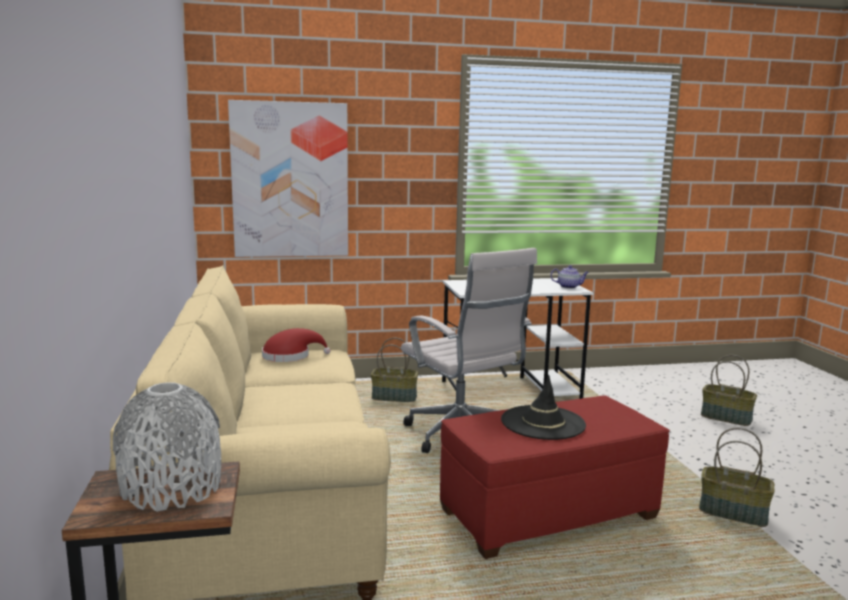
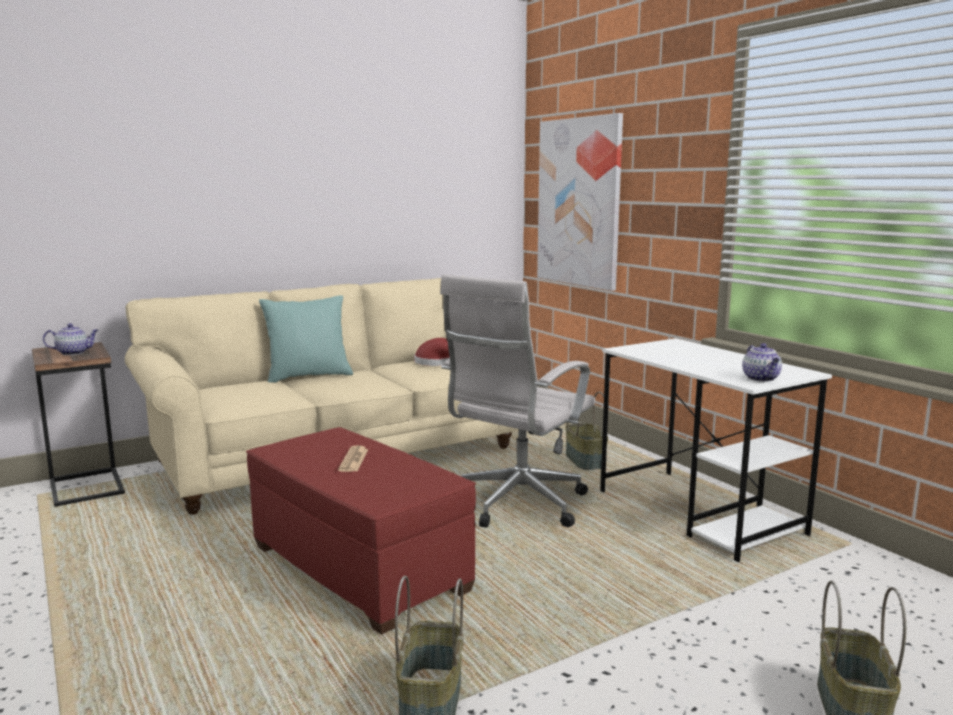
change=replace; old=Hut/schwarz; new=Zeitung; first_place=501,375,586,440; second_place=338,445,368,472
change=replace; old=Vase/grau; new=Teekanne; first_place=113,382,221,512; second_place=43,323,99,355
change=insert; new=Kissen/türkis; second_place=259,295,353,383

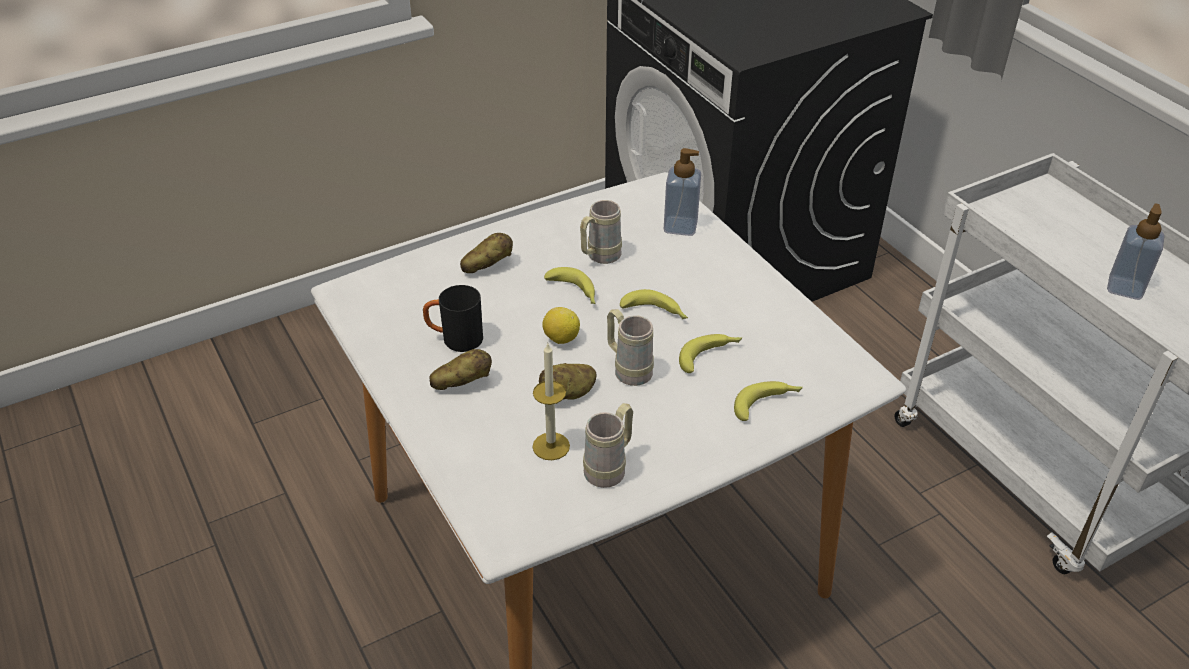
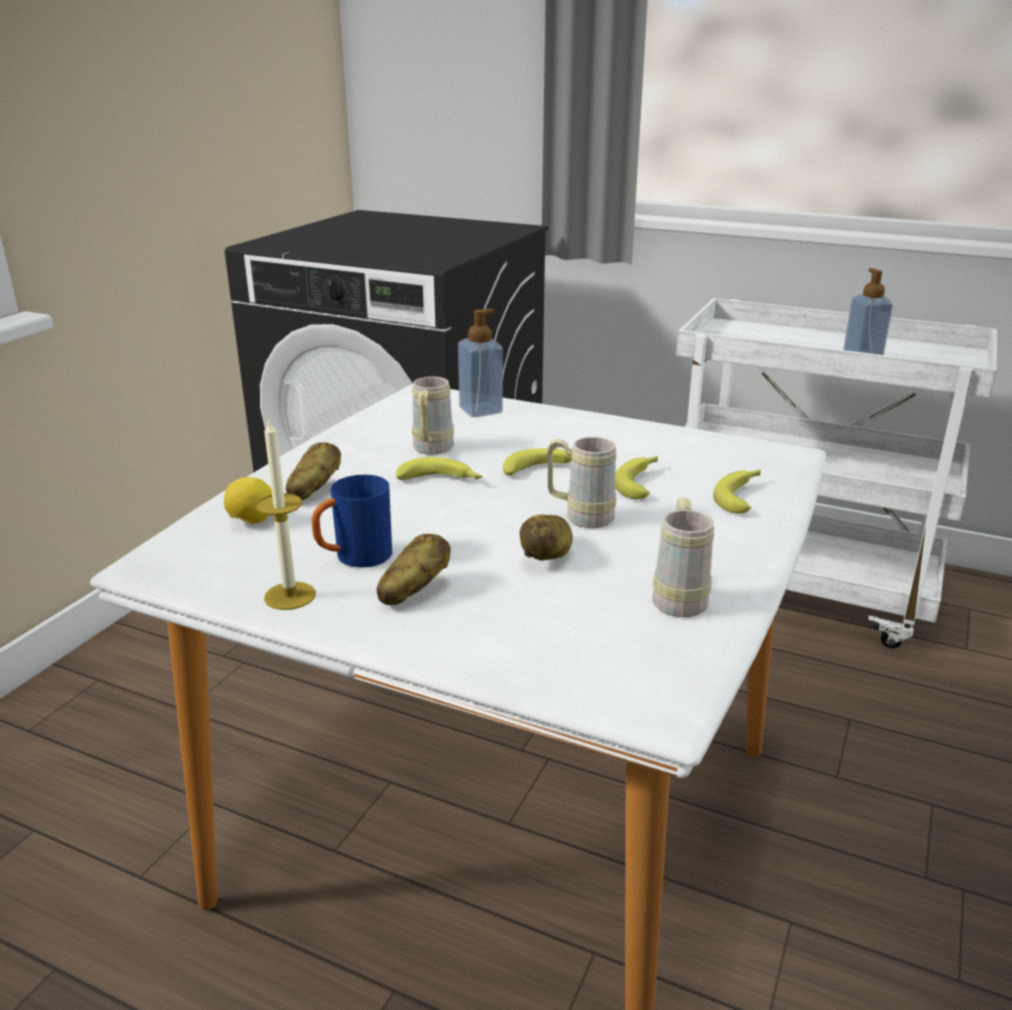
change=recolor; old=Henkelbecher/schwarz; new=Henkelbecher/blau; first_place=423,285,483,352; second_place=312,475,392,567
change=move; old=Zitrone; first_place=542,307,580,344; second_place=224,477,272,524
change=move; old=Kerze; first_place=533,342,570,460; second_place=256,417,316,610

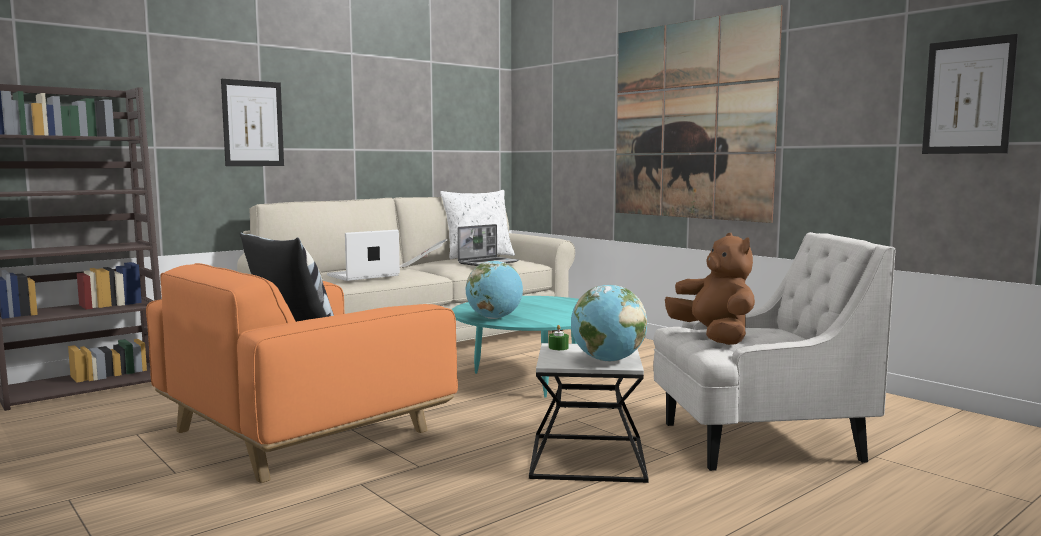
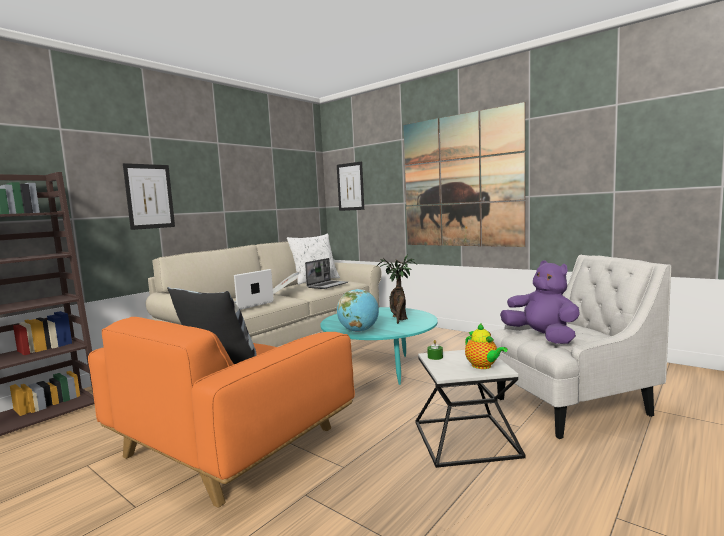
change=move; old=Bild; first_place=922,34,1018,154; second_place=337,161,364,211
change=recolor; old=Plüschtier/braun; new=Plüschtier/lila; first_place=665,233,755,345; second_place=500,260,580,344
change=replace; old=Globus; new=Teekanne; first_place=571,285,647,362; second_place=465,323,508,369
change=insert; new=Topfpflanze; second_place=377,255,416,324

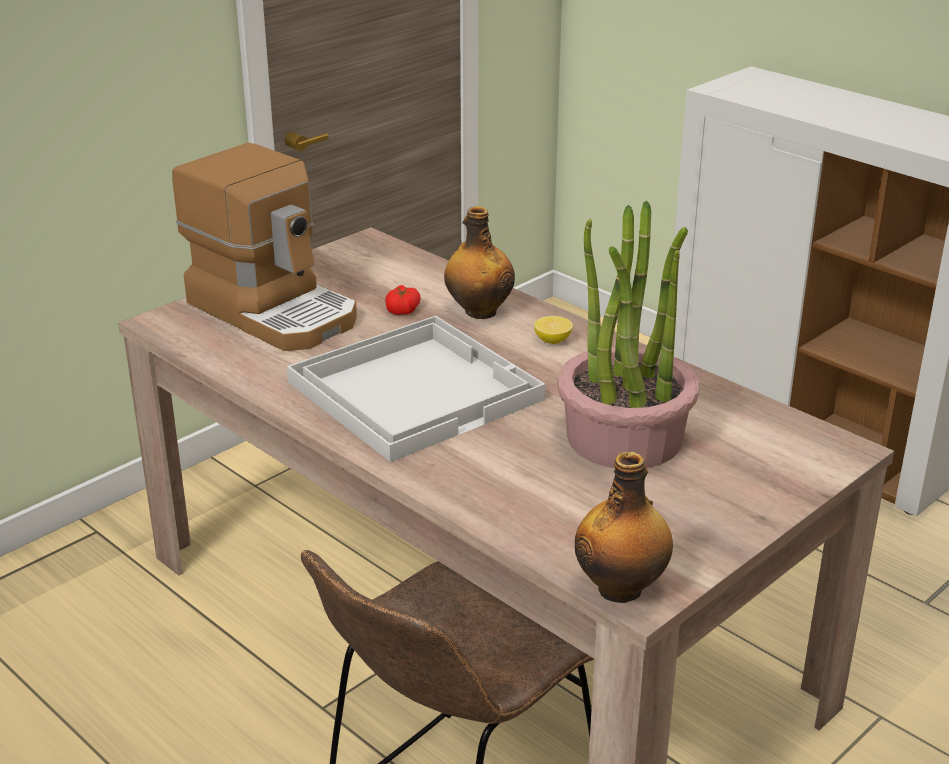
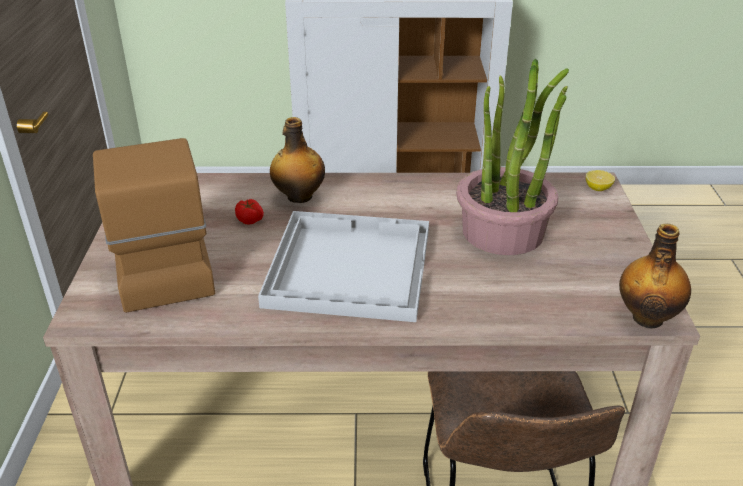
change=rotate; old=Kaffeemaschine; first_place=172,143,357,351; second_place=93,138,215,313; degrees=-105
change=move; old=Zitrone; first_place=534,316,573,344; second_place=586,170,615,191

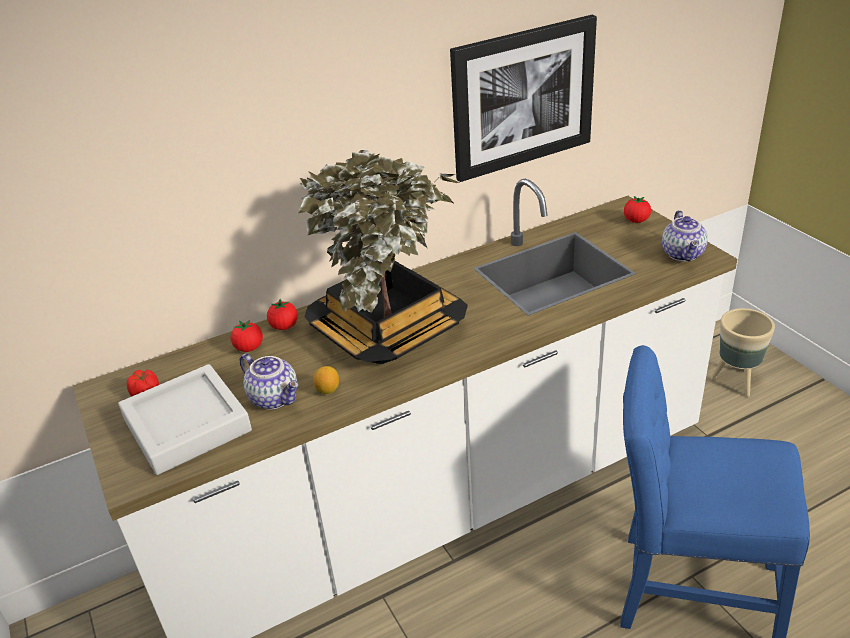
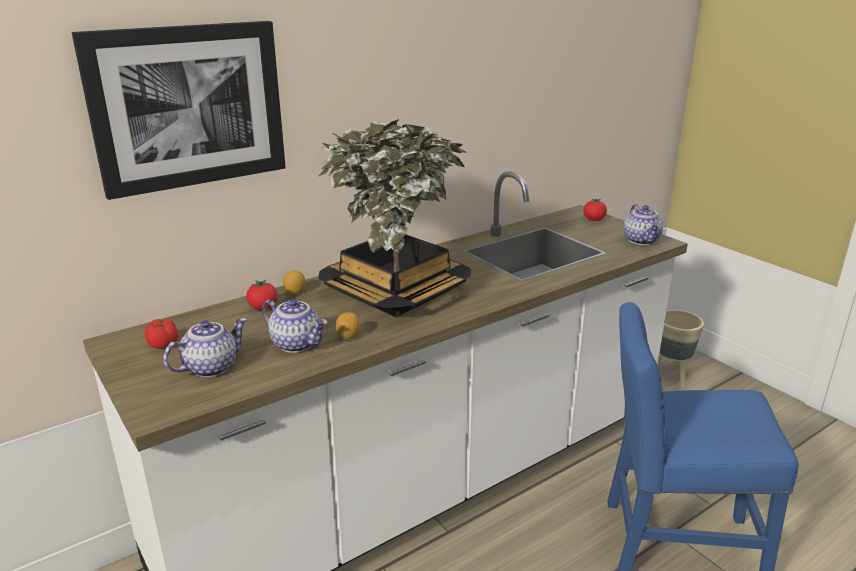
change=move; old=Bild; first_place=450,15,597,182; second_place=72,21,286,200
change=replace; old=Tomate; new=Zitrone; first_place=267,299,298,330; second_place=283,270,305,294
change=replace; old=Tablett/grau; new=Teekanne; first_place=118,364,252,475; second_place=163,318,247,377

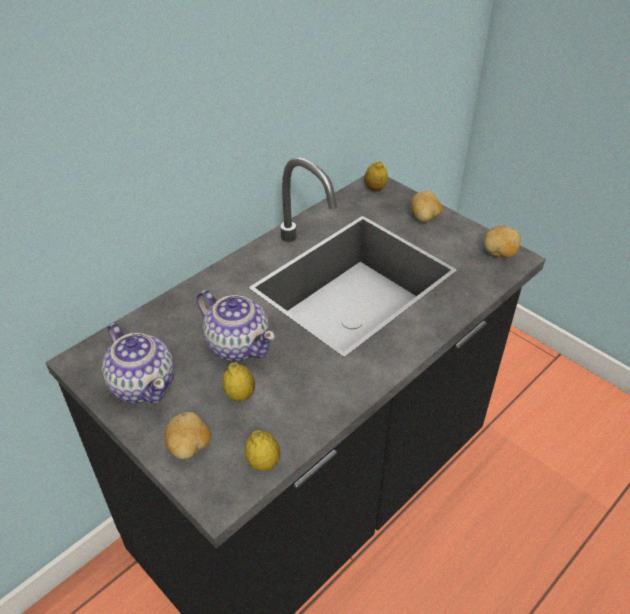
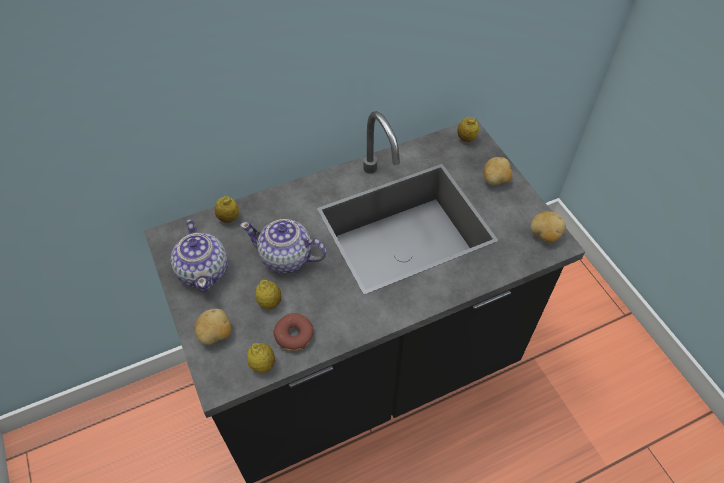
change=rotate; old=Teekanne; first_place=197,290,275,361; second_place=240,219,327,273; degrees=135
change=insert; new=Zitrone; second_place=215,196,239,223
change=insert; new=Donut; second_place=273,313,313,351

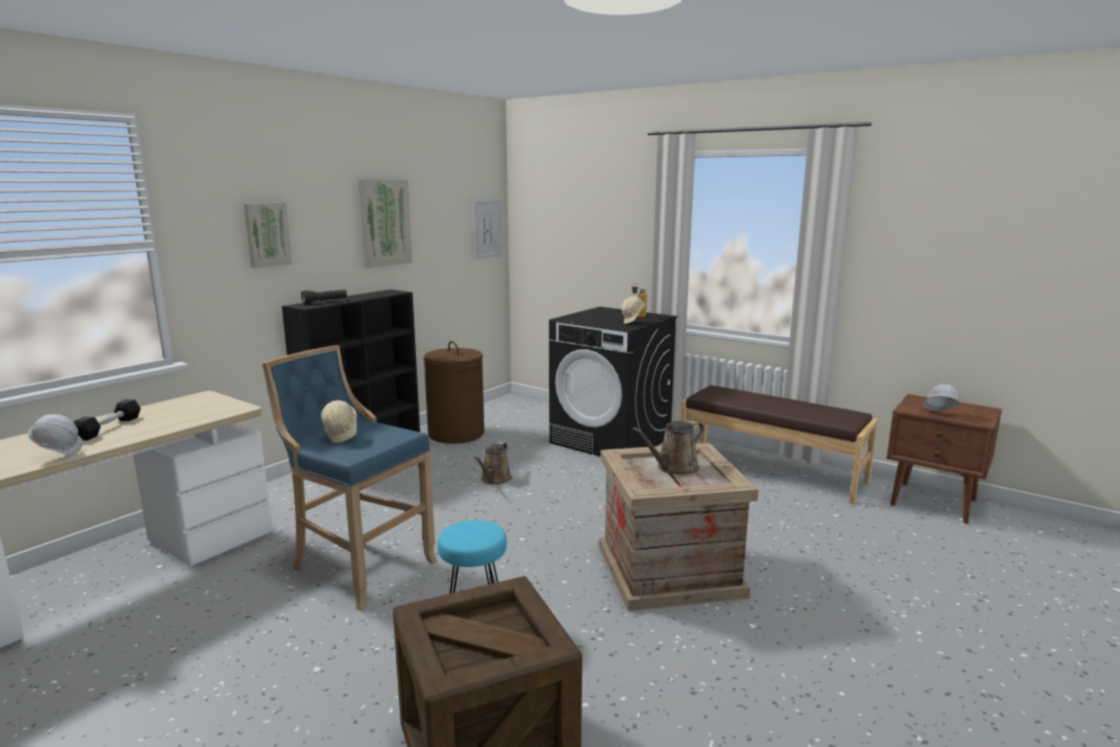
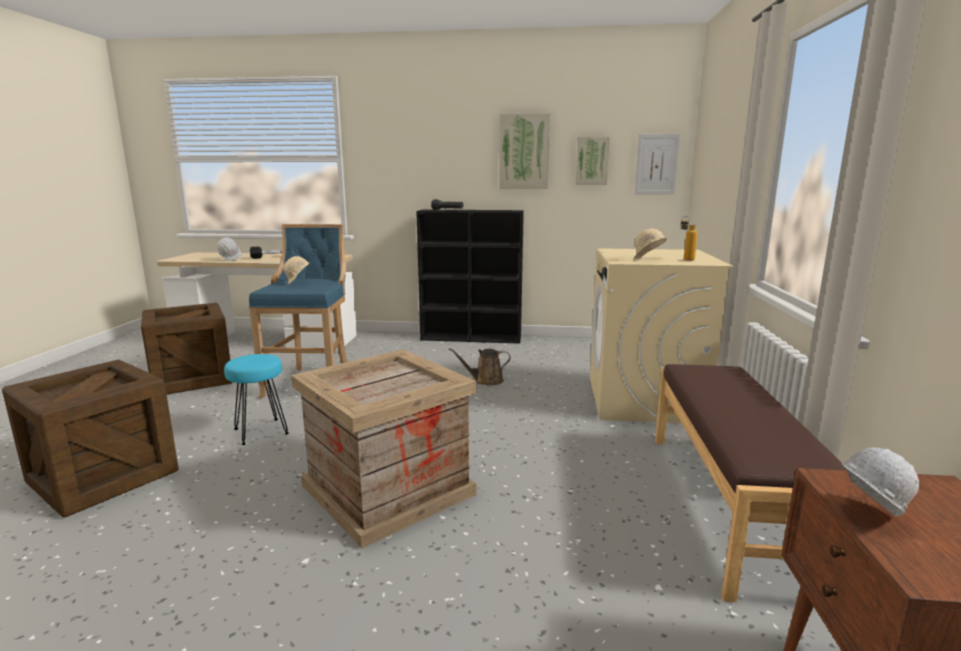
change=move; old=Bild; first_place=244,203,292,268; second_place=576,137,610,185
change=recolor; old=Waschmaschine/schwarz; new=Waschmaschine/beige; first_place=549,307,677,457; second_place=590,248,734,424
change=delete; old=Wäschekorb/braun; first_place=424,341,484,444
change=delete; old=Gießkanne/braun; first_place=632,421,704,475
change=insert; new=Kiste; second_place=141,303,233,394

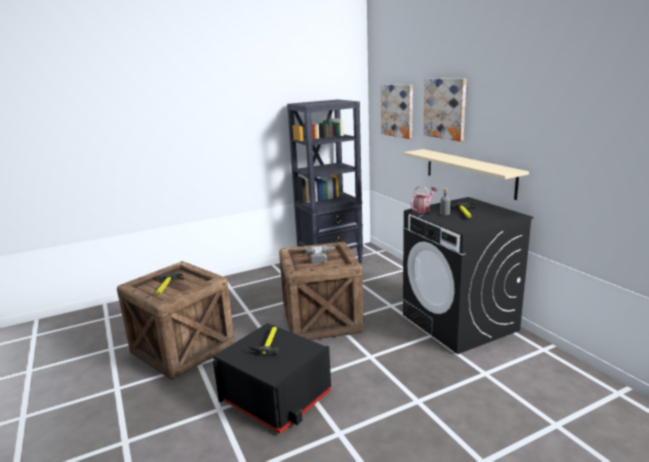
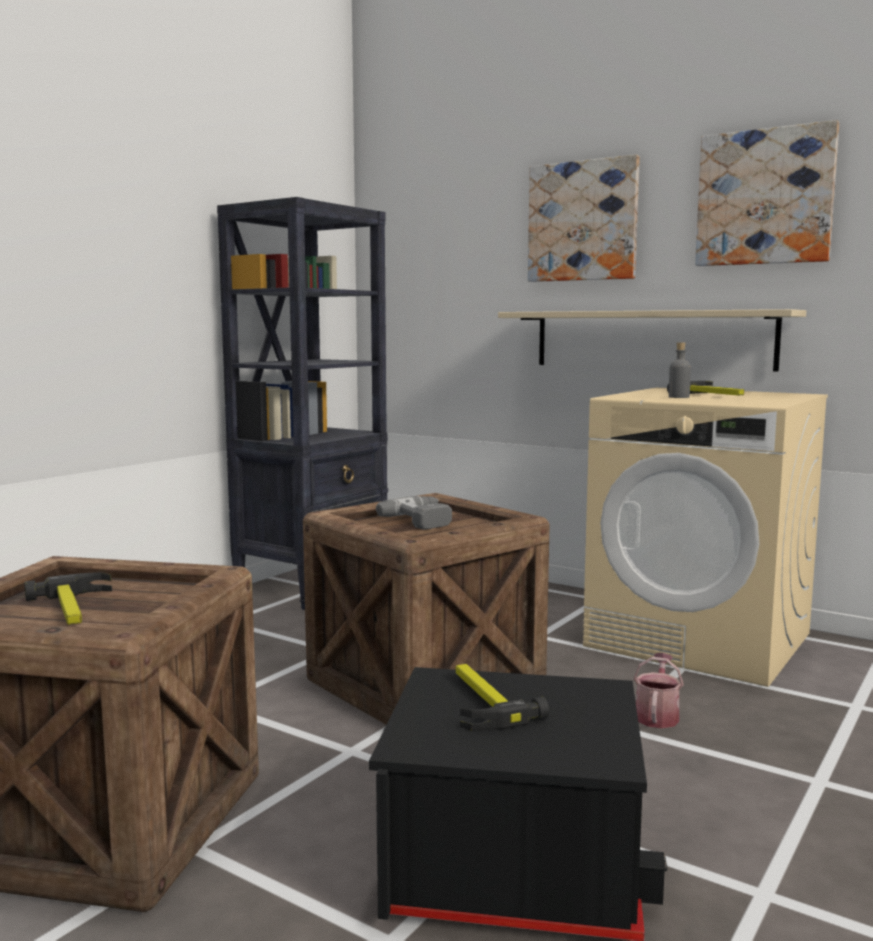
change=move; old=Bild; first_place=381,84,413,139; second_place=695,120,839,266
change=move; old=Gießkanne; first_place=410,186,438,213; second_place=634,653,684,728
change=recolor; old=Waschmaschine/schwarz; new=Waschmaschine/beige; first_place=403,197,534,354; second_place=583,388,828,687

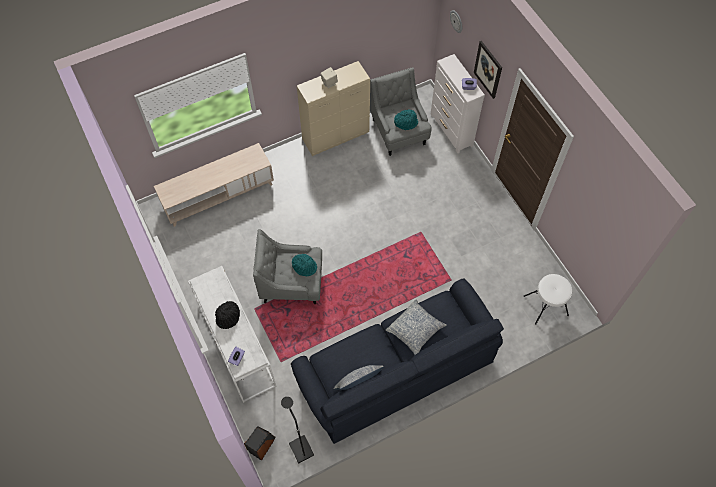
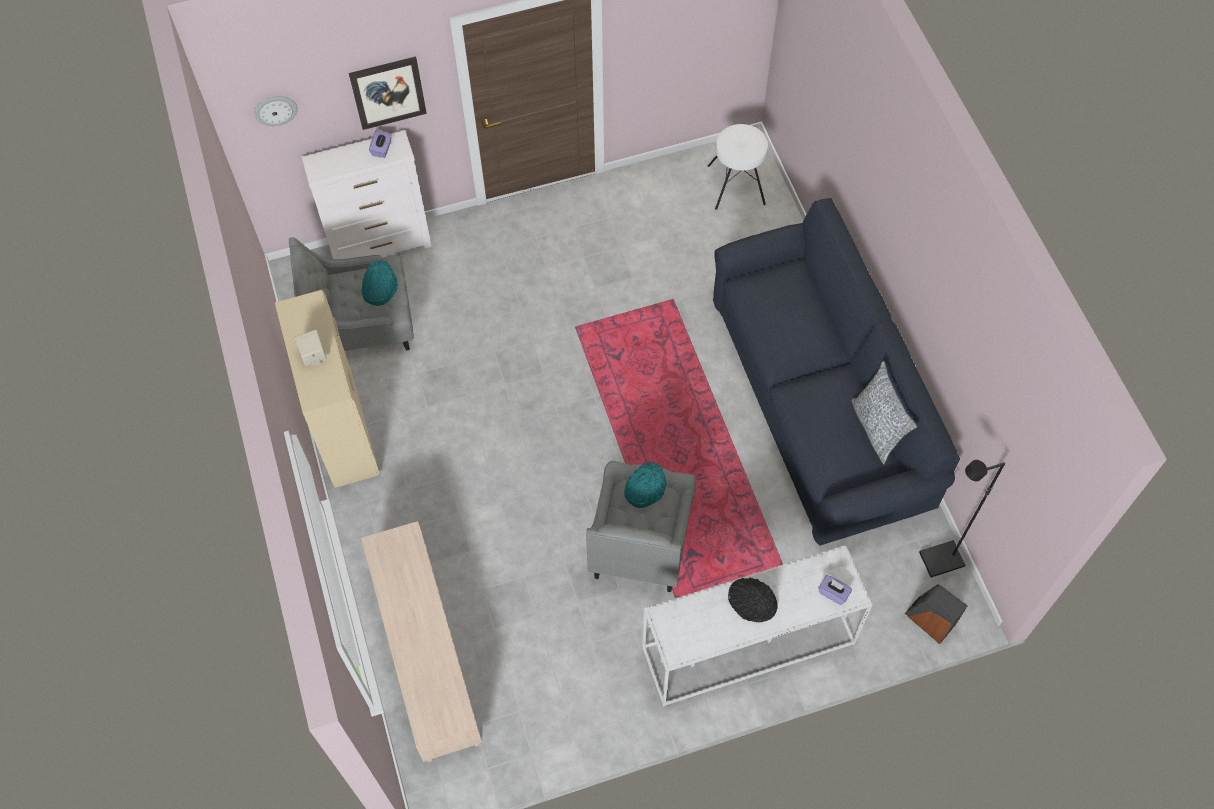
change=delete; old=Kissen; first_place=386,299,447,355

